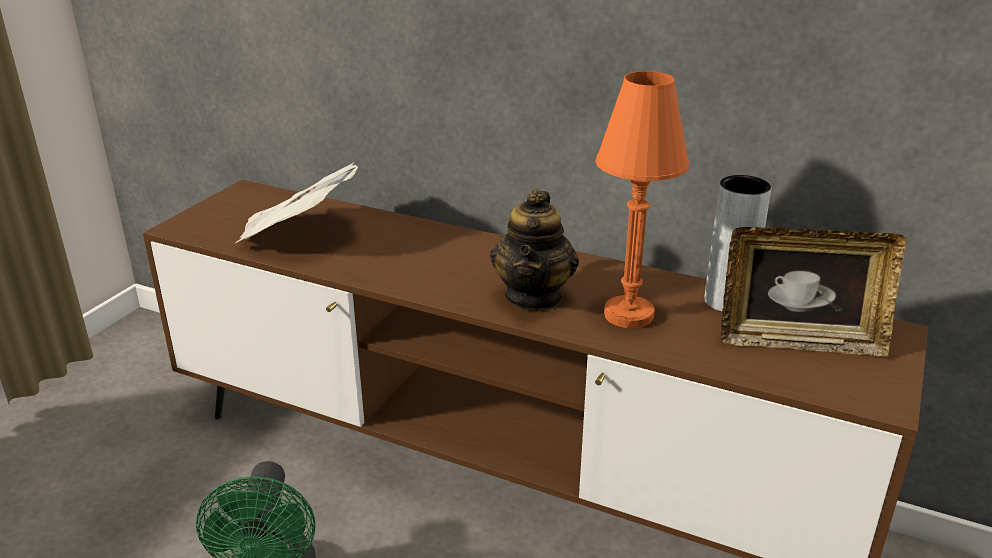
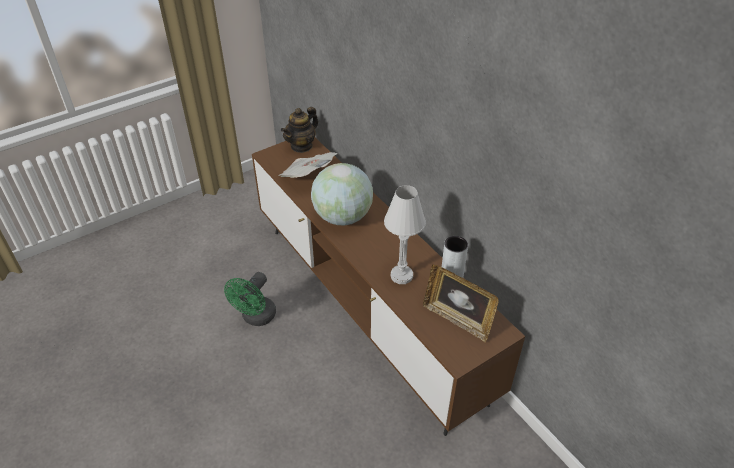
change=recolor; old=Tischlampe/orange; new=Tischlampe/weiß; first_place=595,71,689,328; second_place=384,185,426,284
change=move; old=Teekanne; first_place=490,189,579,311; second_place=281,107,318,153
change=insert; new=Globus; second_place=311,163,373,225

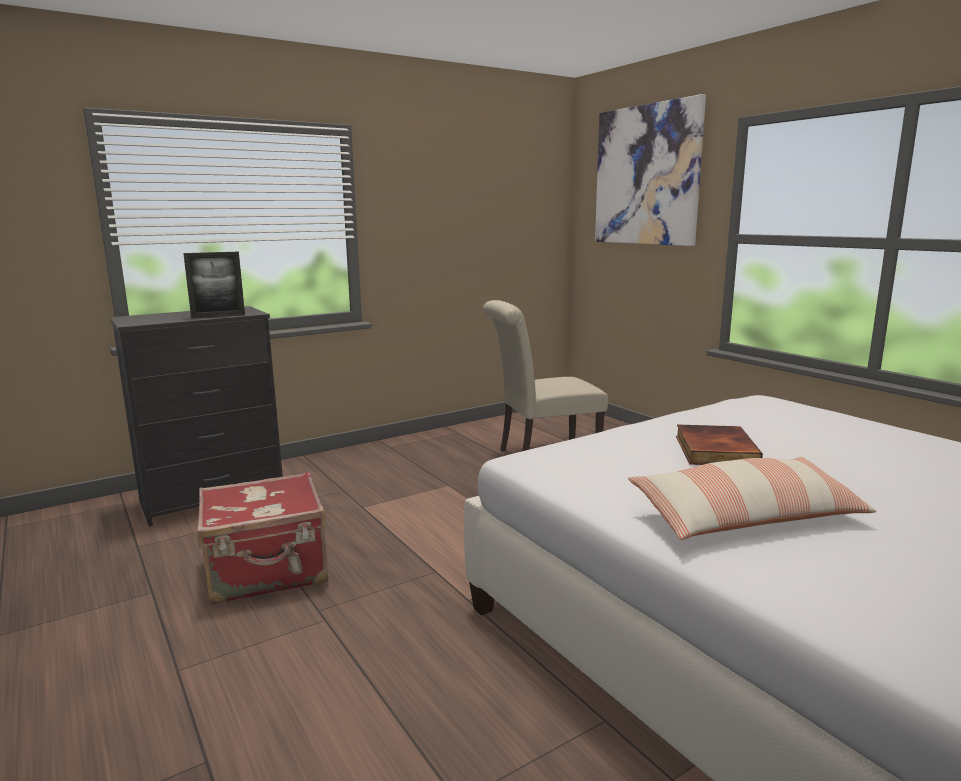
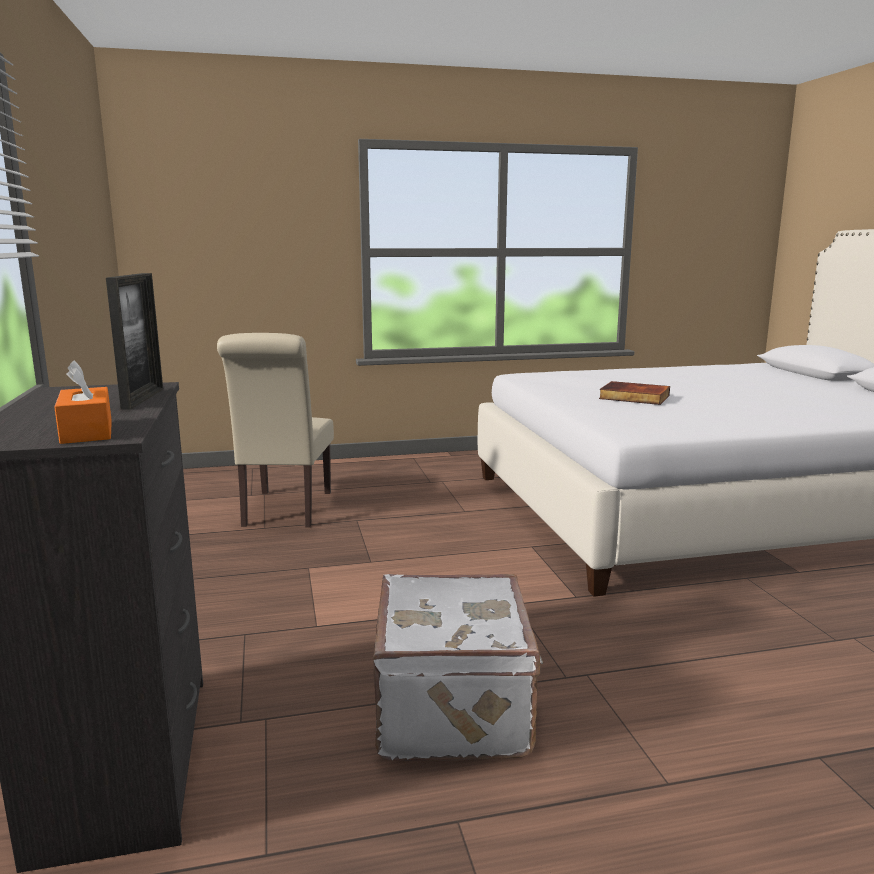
change=delete; old=Bild; first_place=595,94,706,246
change=delete; old=Kissen; first_place=628,456,876,540
change=recolor; old=Koffer/rot; new=Koffer/weiß; first_place=197,472,328,605; second_place=373,574,543,760
change=insert; new=Taschentuchbox/orange; second_place=54,360,112,444

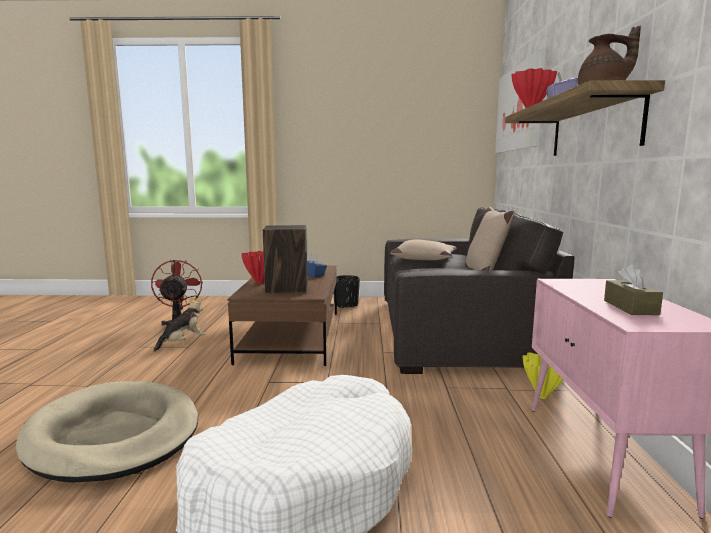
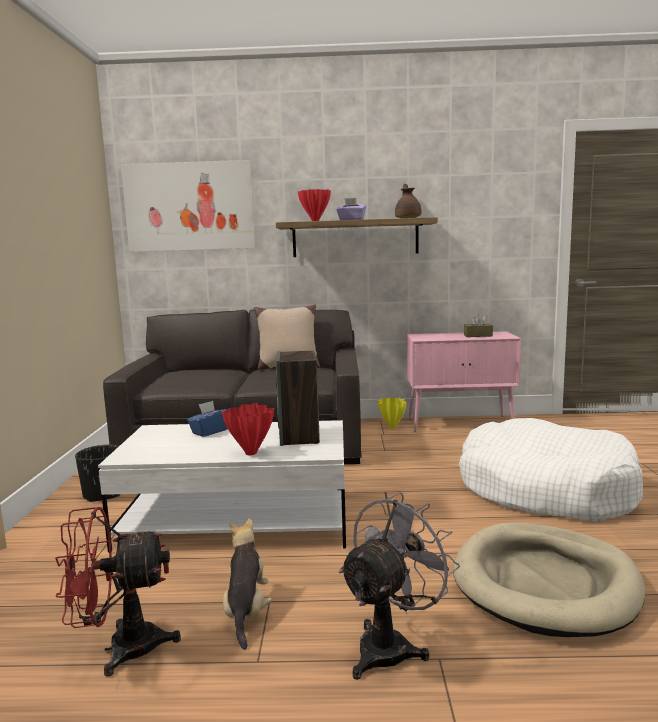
change=delete; old=Kissen/beige; first_place=390,239,457,260
change=recolor; old=Couchtisch/braun; new=Couchtisch/weiß; first_place=227,265,337,366; second_place=98,420,346,552
change=rotate; old=Plüschtier; first_place=153,296,205,352; second_place=223,518,272,650; degrees=45
change=insert; new=Ventilator/grau; second_place=339,492,460,680

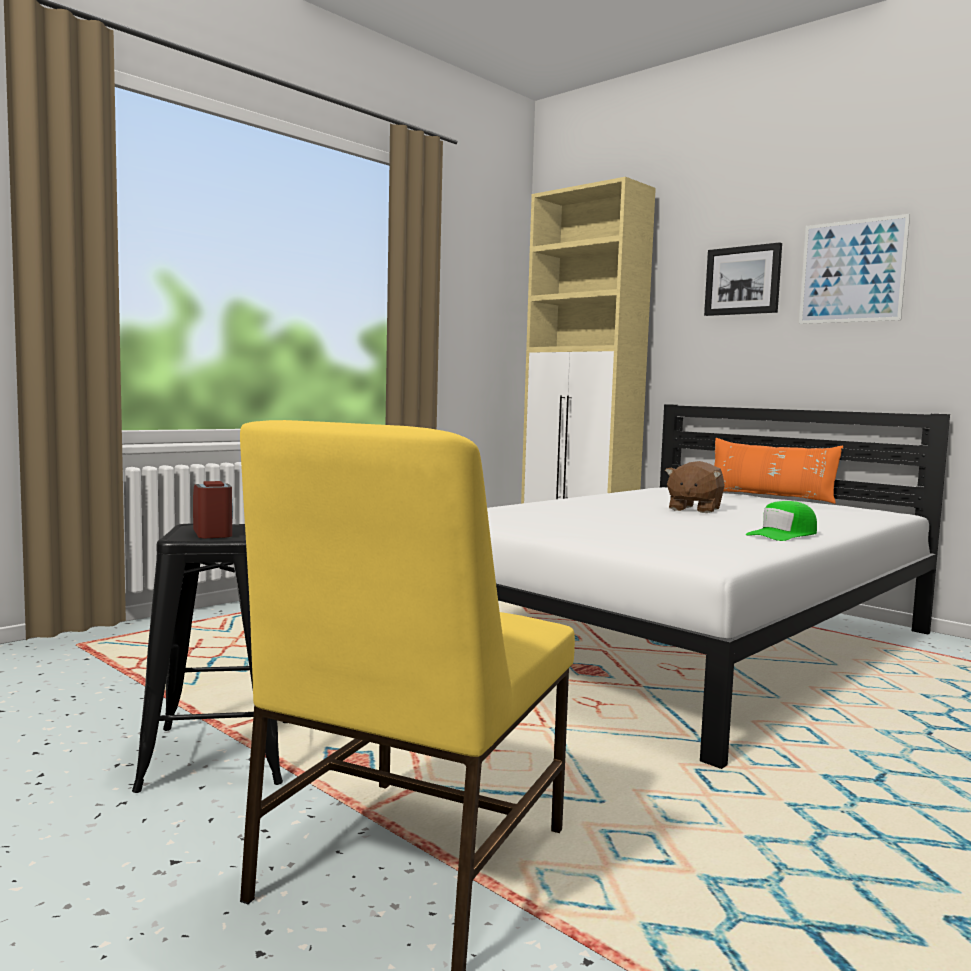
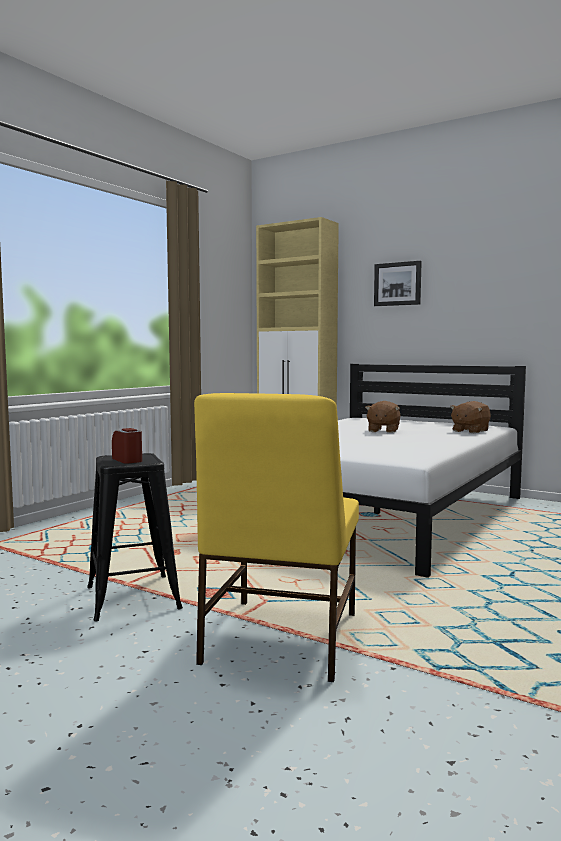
change=delete; old=Bild; first_place=799,214,910,324
change=delete; old=Kissen/orange; first_place=714,438,843,504
change=delete; old=Kappe/grün; first_place=745,501,817,541
change=insert; new=Plüschtier/braun; second_place=450,401,491,433

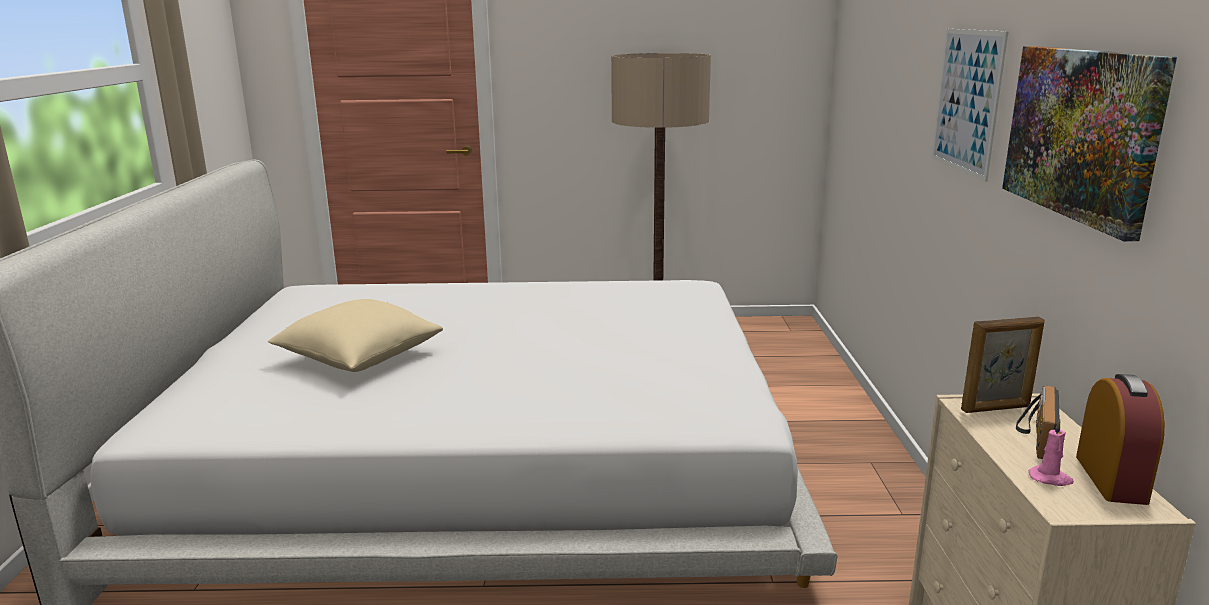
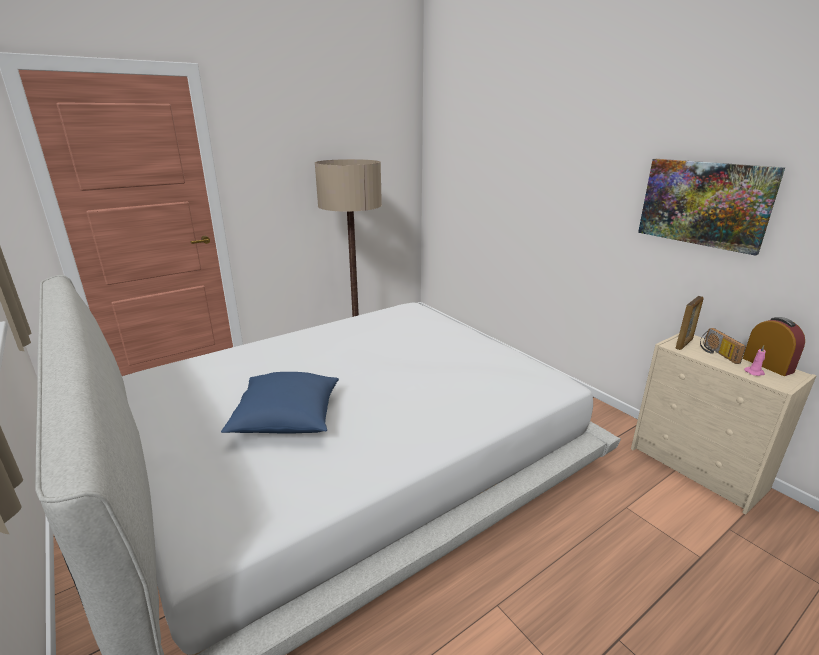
change=delete; old=Bild; first_place=932,29,1008,182
change=recolor; old=Kissen/beige; new=Kissen/blau; first_place=268,299,443,372; second_place=221,372,339,434

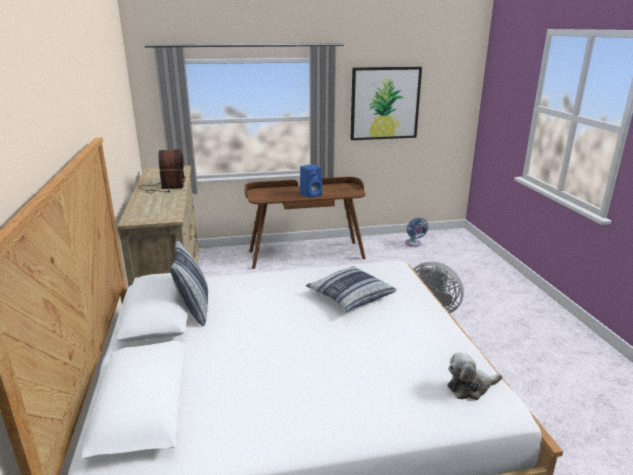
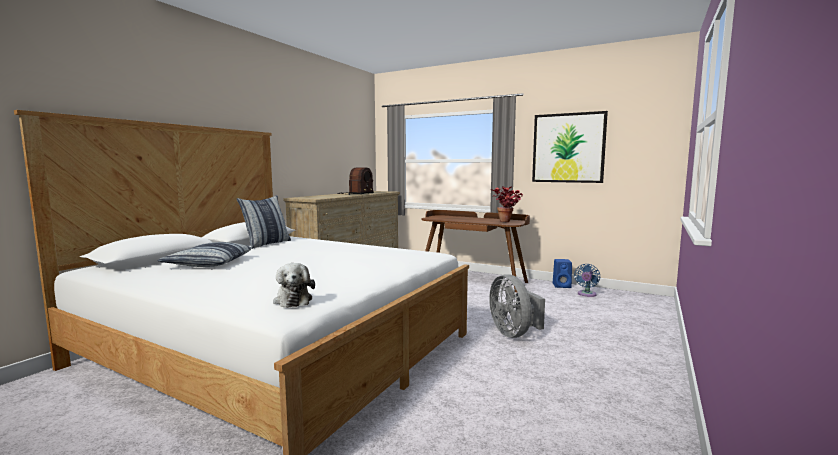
change=move; old=Lautsprecher/blau; first_place=300,164,322,198; second_place=553,259,572,288
change=move; old=Kissen; first_place=306,266,397,312; second_place=157,242,252,267
change=rotate; old=Plüschtier; first_place=448,352,502,400; second_place=273,263,315,308; degrees=-135
change=insert; new=Topfpflanze; second_place=491,186,523,222

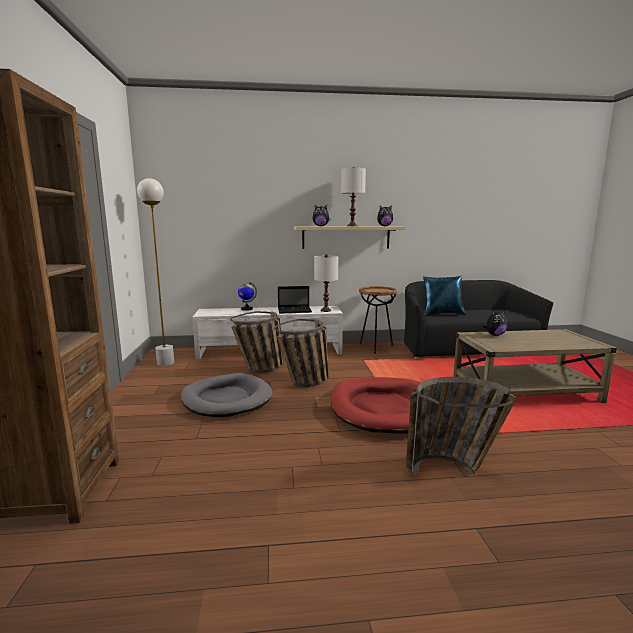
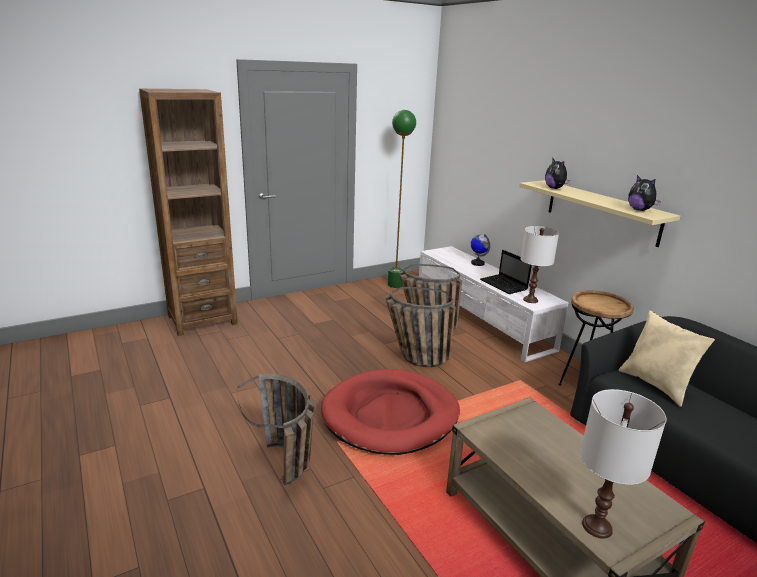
change=move; old=Tischlampe/weiß; first_place=341,167,366,227; second_place=580,389,666,539
change=recolor; old=Stehlampe/weiß; new=Stehlampe/grün; first_place=137,178,174,366; second_place=388,110,416,288
change=recolor; old=Kissen/blau; new=Kissen/beige; first_place=423,276,466,316; second_place=619,311,715,407
change=delete; old=Plüschtier; first_place=482,310,507,336
change=delete; old=Hundebett/grau; first_place=181,373,273,417

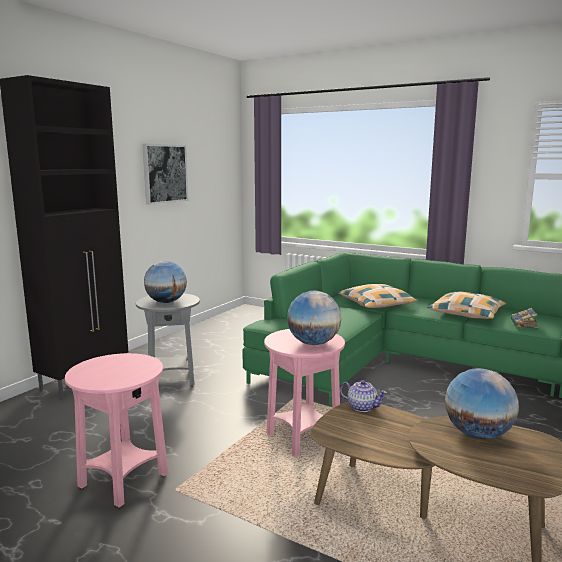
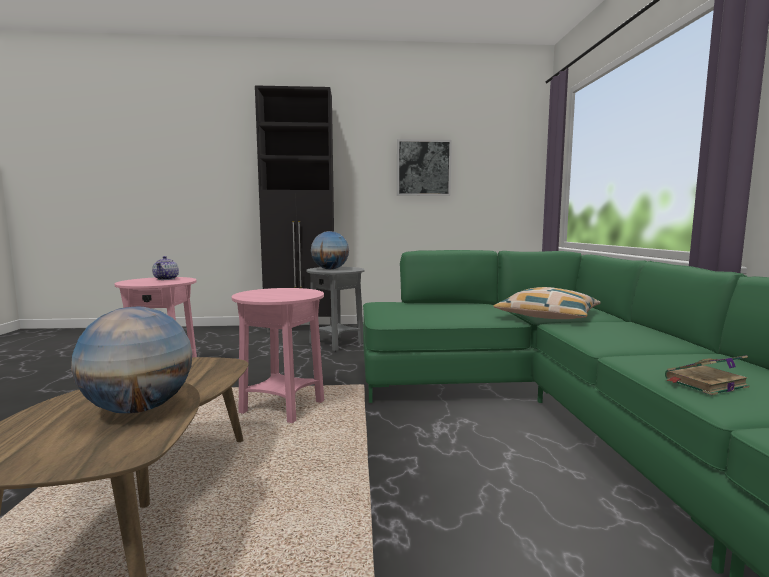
change=delete; old=Globus; first_place=287,291,341,345
change=delete; old=Kissen; first_place=427,291,506,319
change=move; old=Teekanne; first_place=339,380,387,412; second_place=152,256,179,280

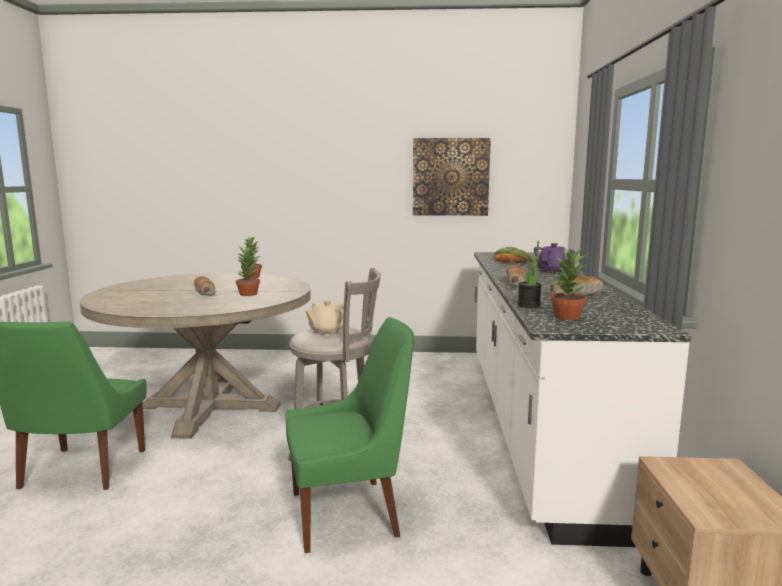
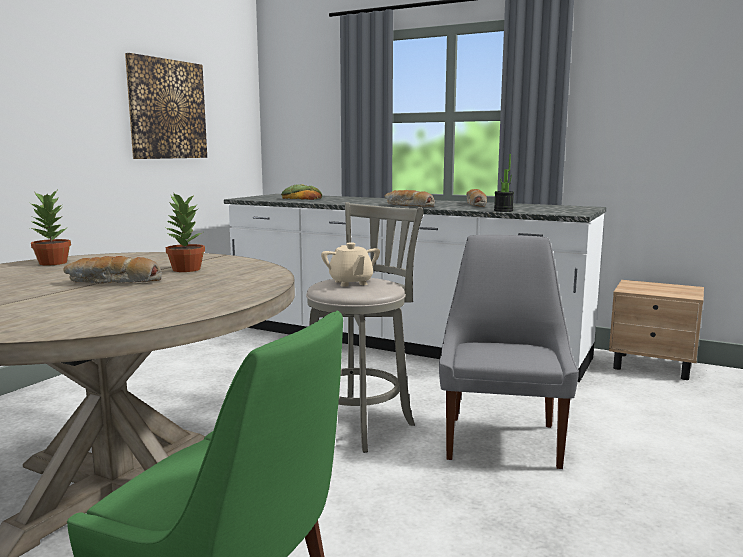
change=delete; old=Teekanne/lila; first_place=534,243,575,274
change=delete; old=Topfpflanze; first_place=551,248,587,320
change=recolor; old=Stuhl/grün; new=Stuhl/grau; first_place=285,317,414,553; second_place=439,235,579,469

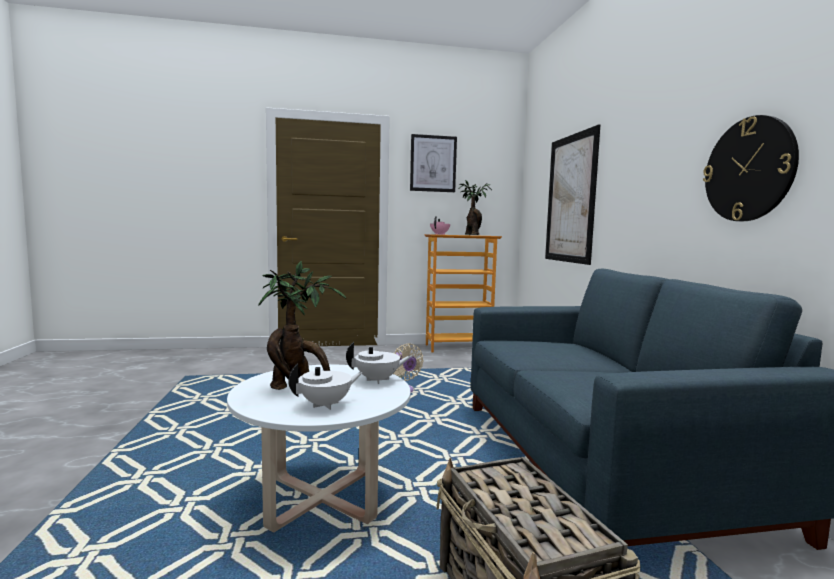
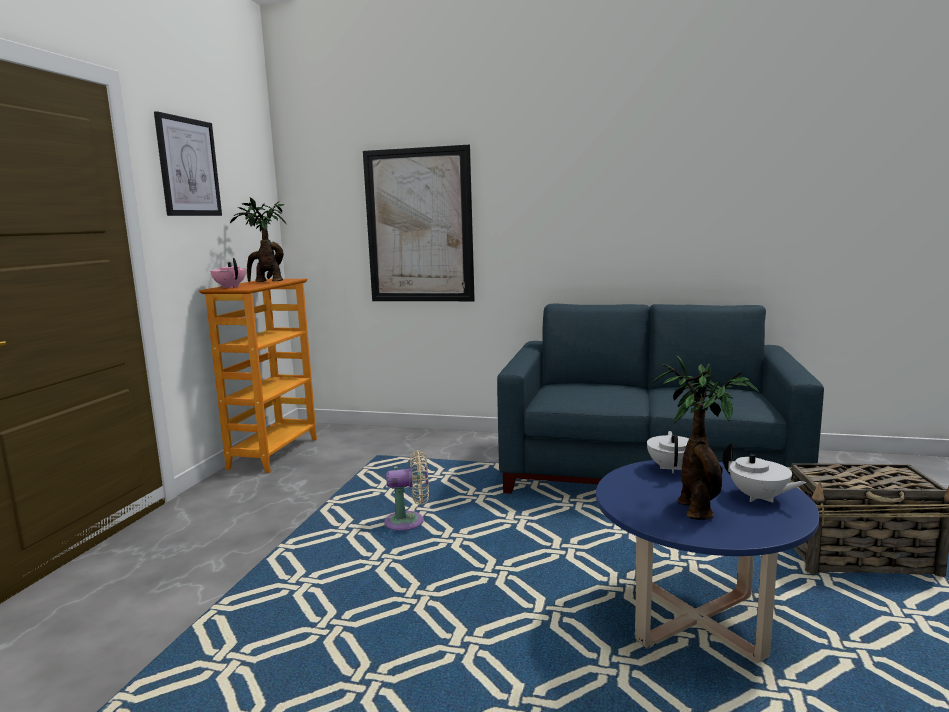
change=delete; old=Wanduhr; first_place=703,115,799,221
change=rotate; old=Teekanne/weiß; first_place=288,363,363,410; second_place=723,442,807,503; degrees=150
change=recolor; old=Couchtisch/weiß; new=Couchtisch/blau; first_place=227,365,411,533; second_place=596,460,820,663

